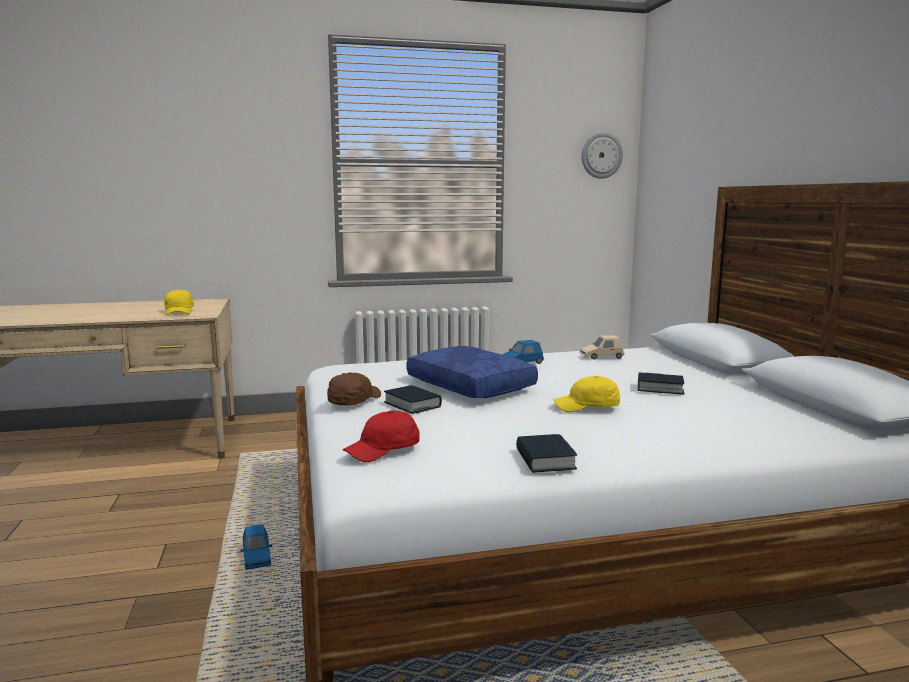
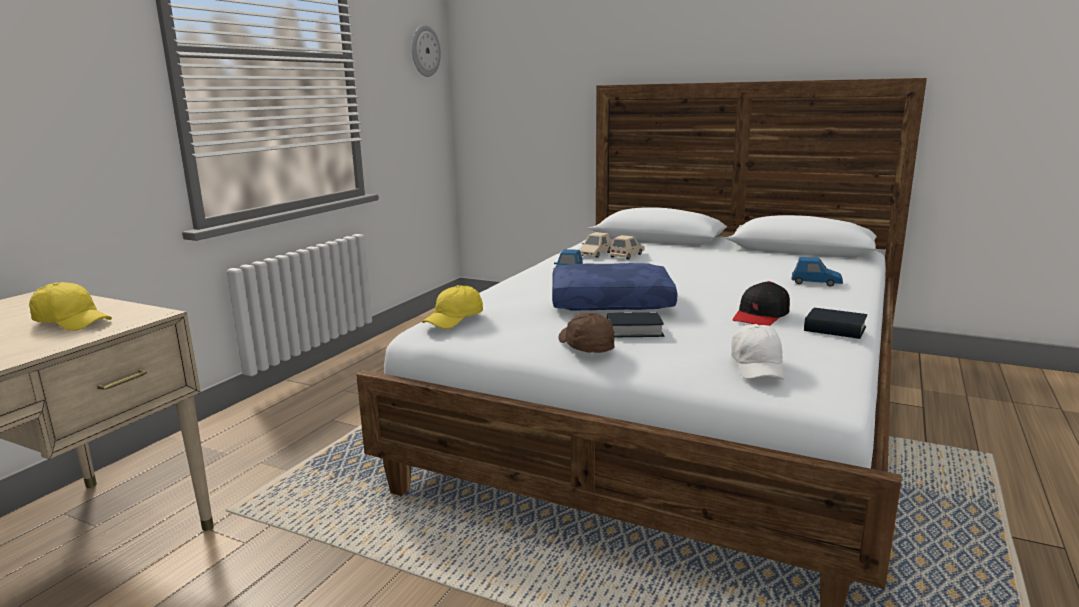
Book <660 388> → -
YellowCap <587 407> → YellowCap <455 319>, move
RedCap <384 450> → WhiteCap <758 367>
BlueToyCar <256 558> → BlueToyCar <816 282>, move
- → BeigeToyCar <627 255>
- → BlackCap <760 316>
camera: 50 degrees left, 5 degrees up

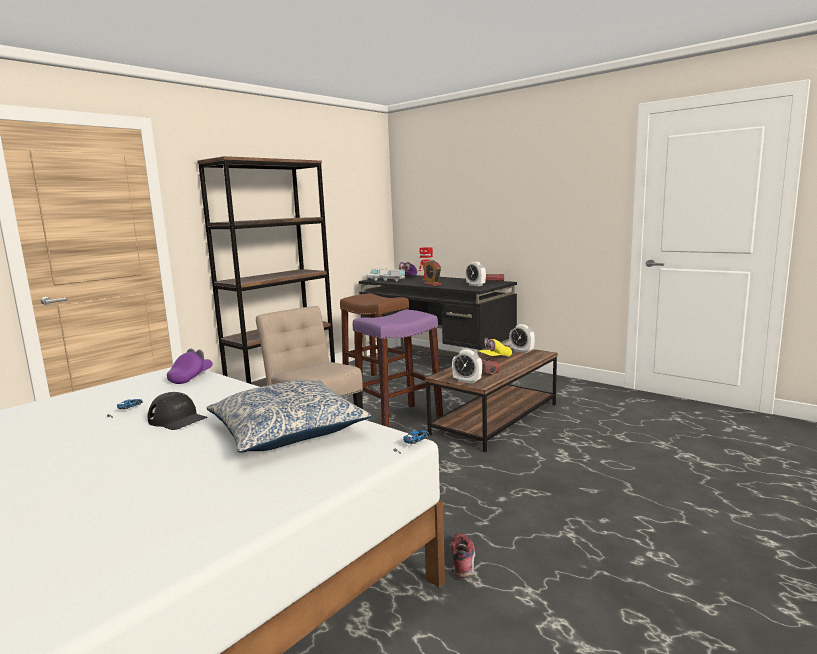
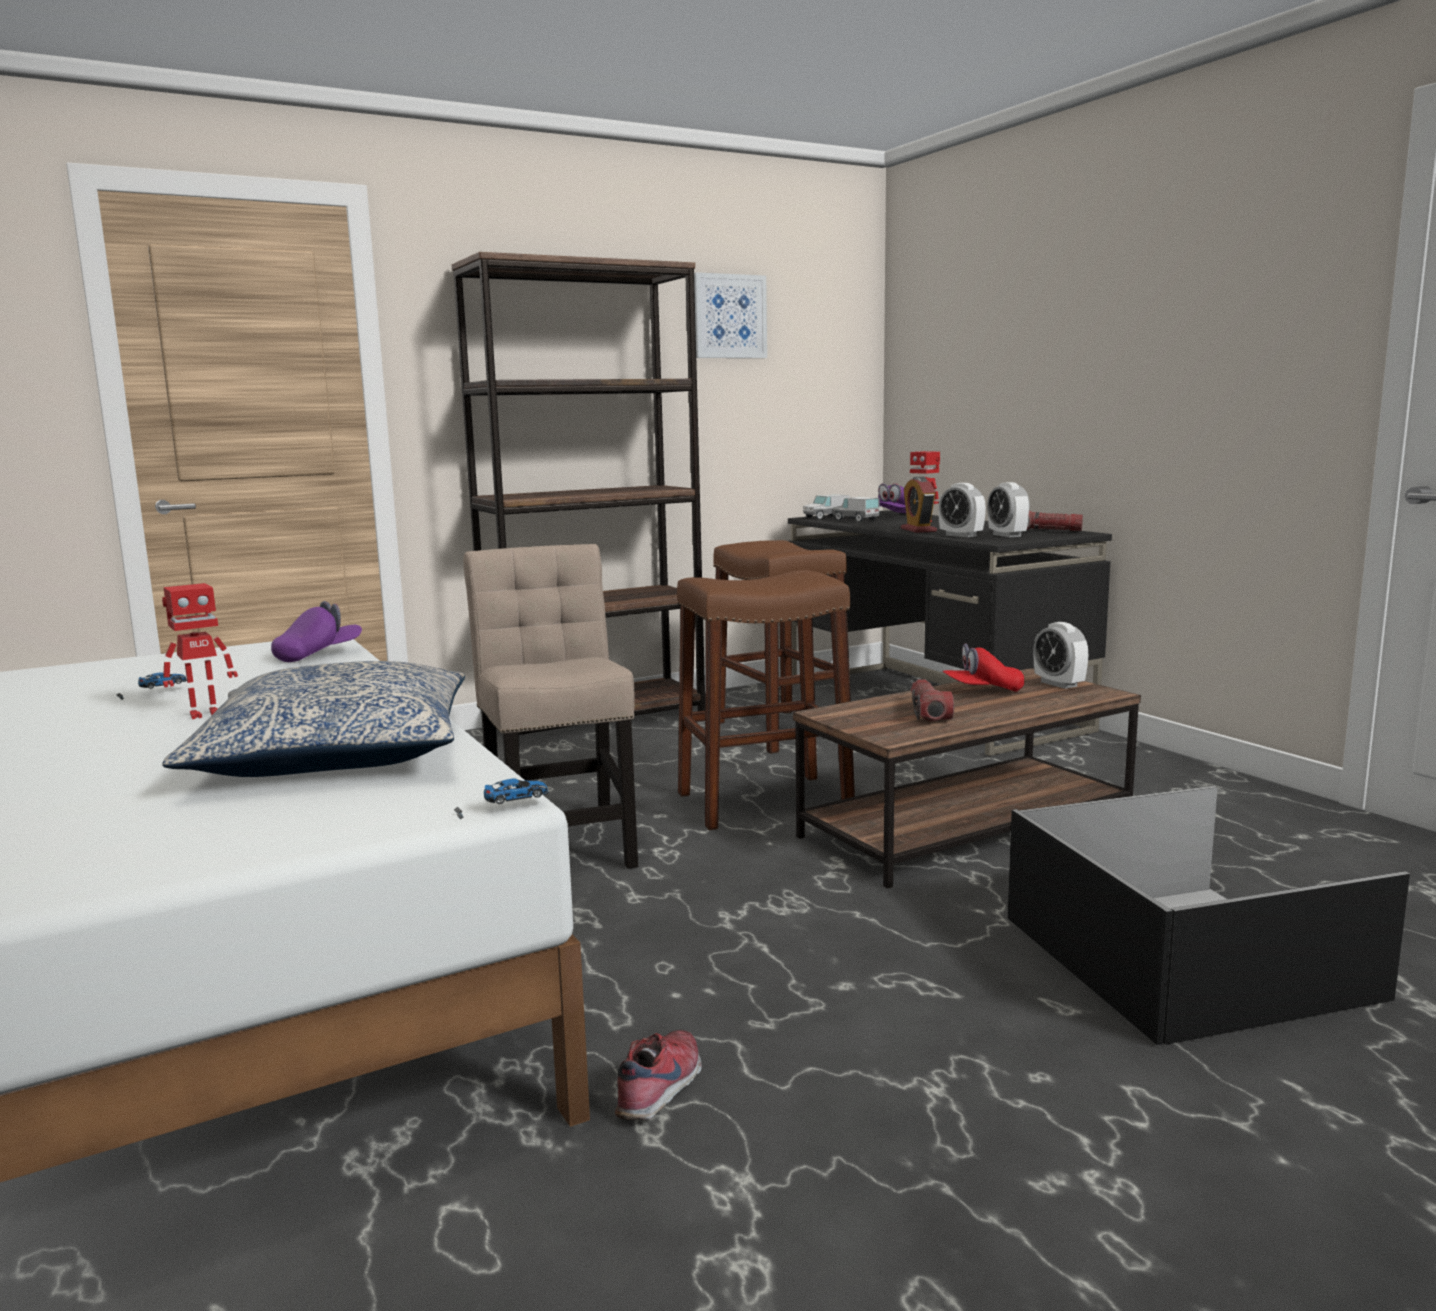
PurpleStool <399 420> → BrownStool <764 801>
YellowCap <495 358> → RedCap <982 691>
AlarmClock <467 381> → AlarmClock <961 535>, move
BlackCap <178 419> → ToyRobot <204 714>
- → Picture <729 316>
- → BlackStorageBox <1188 959>
camera: 20 degrees right, 0 degrees up

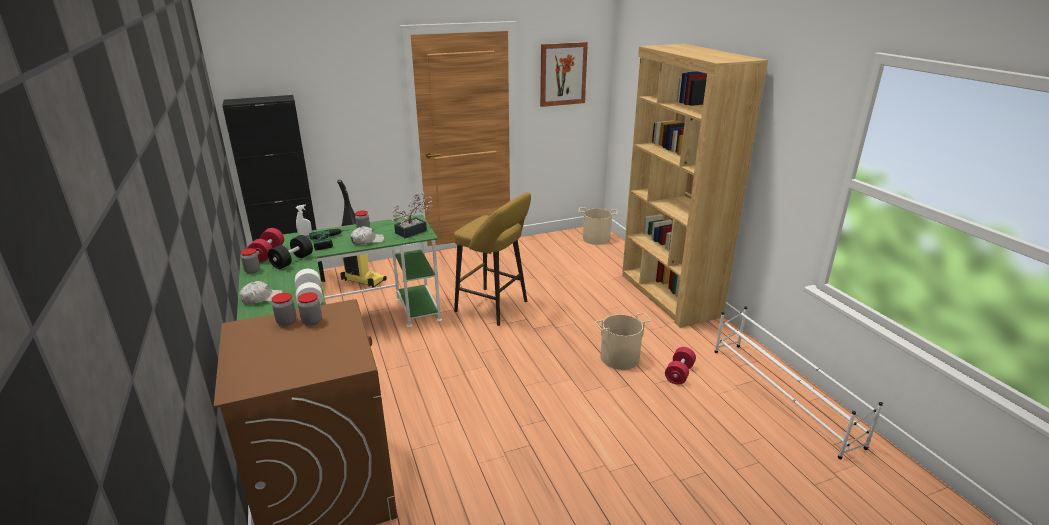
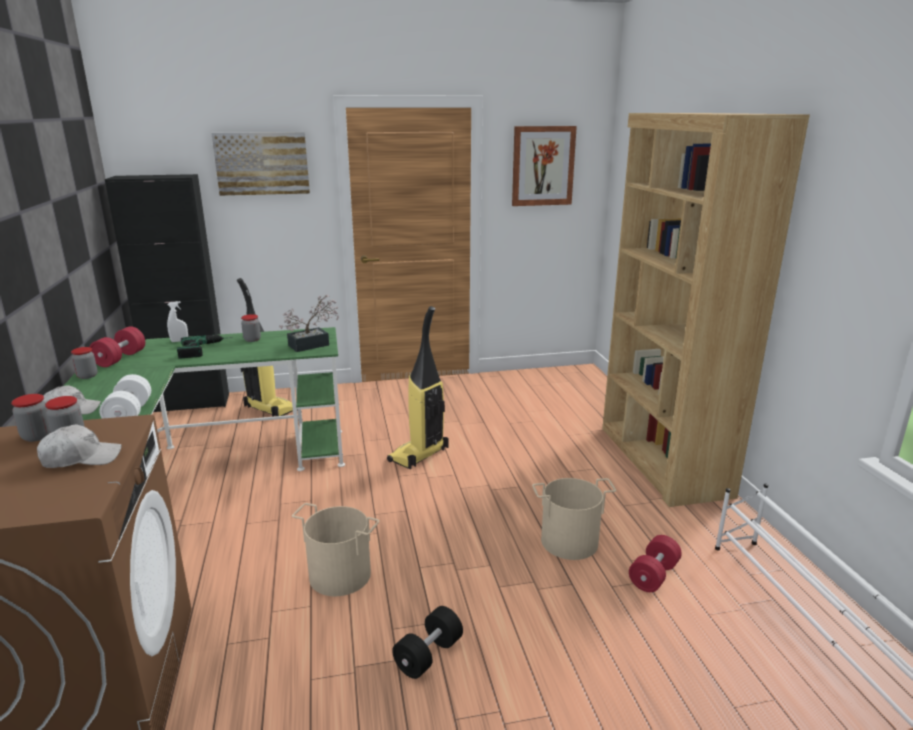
YellowStool <495 307> → VacuumCleaner <419 455>
BeigeBucket <596 238> → BeigeBucket <340 574>, move
WhiteCap <367 241> → WhiteCap <81 458>, move
BlackDumbbell <292 261> → BlackDumbbell <428 655>, move
- → Picture <262 163>
camera: 10 degrees right, 5 degrees down

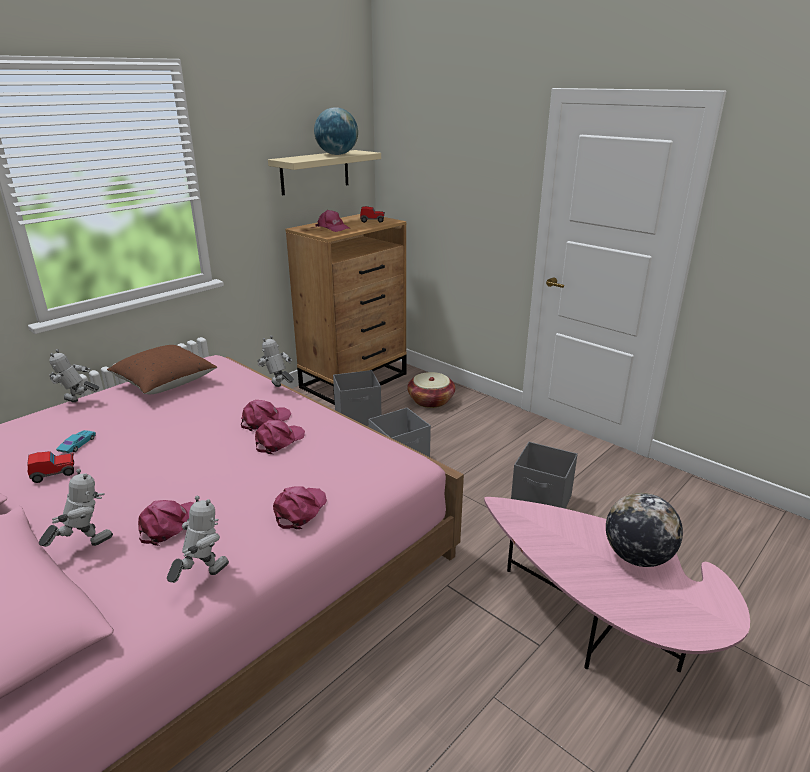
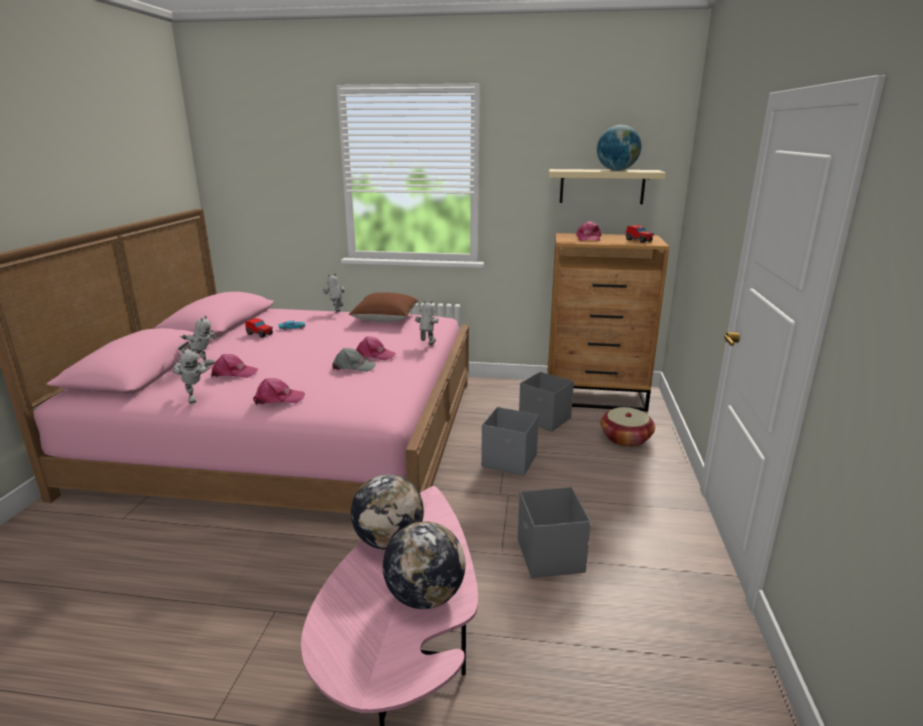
PinkCap <279 441> → GreyCap <353 367>
ToyRobot <202 576> → ToyRobot <194 397>, 60 degrees clockwise
- → Globe <389 541>
camera: 55 degrees right, 5 degrees down

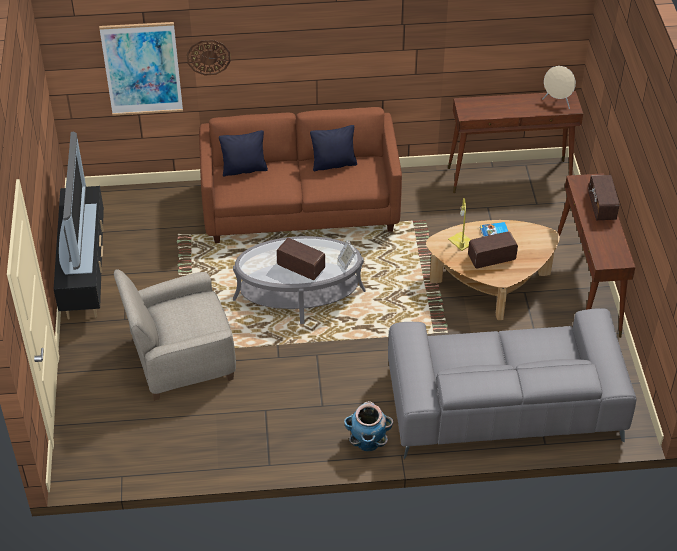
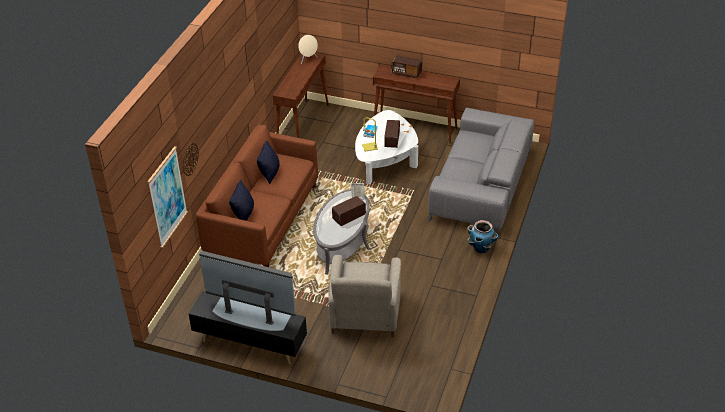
BrownCoffeeTable <491 282> → WhiteCoffeeTable <385 160>
camera: 65 degrees left, 5 degrees down

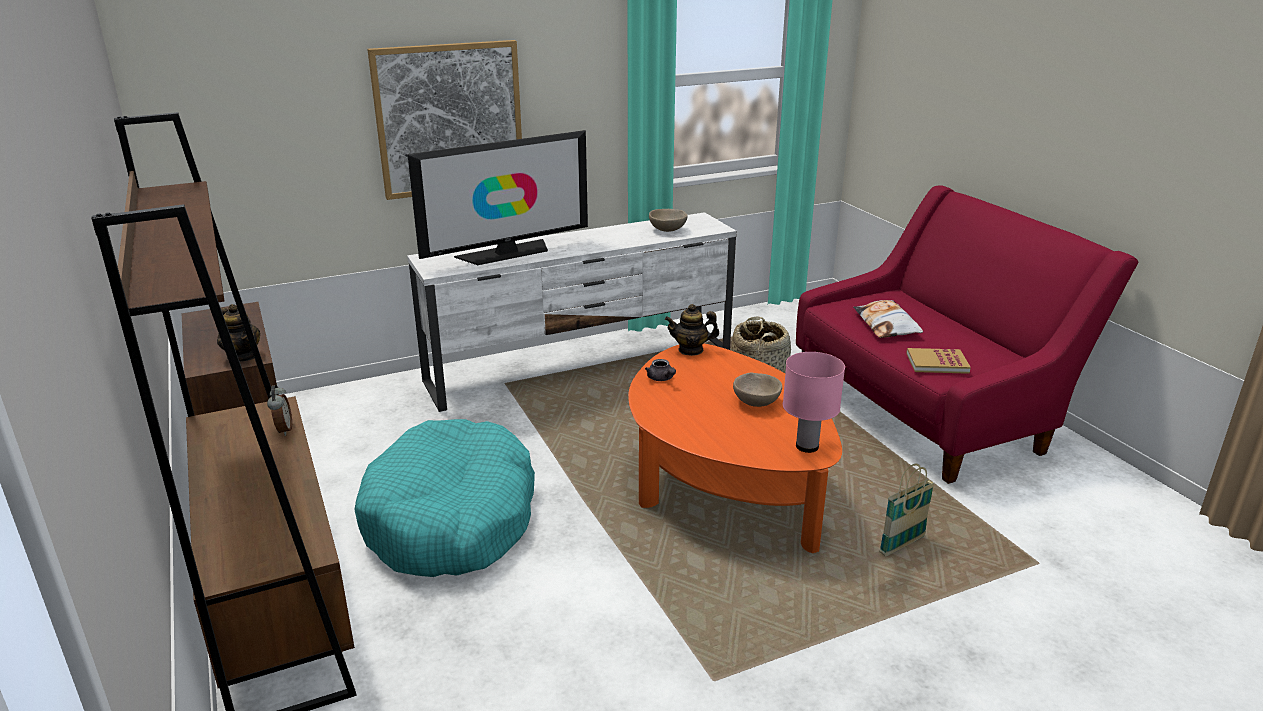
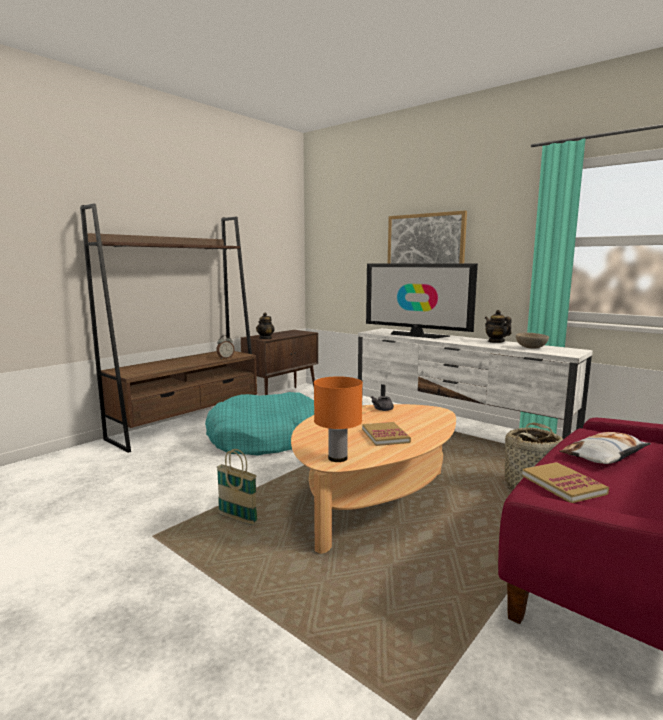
Teapot <691 350> → Teapot <496 341>, move
OrangeCoffeeTable <723 483> → BeigeCoffeeTable <373 499>
PinkTableLamp <807 446> → OrangeTableLamp <337 458>
BeigeBowl <756 402> → Book <385 436>
Basket <902 545> → Basket <237 518>, move
camera: 65 degrees right, 15 degrees down

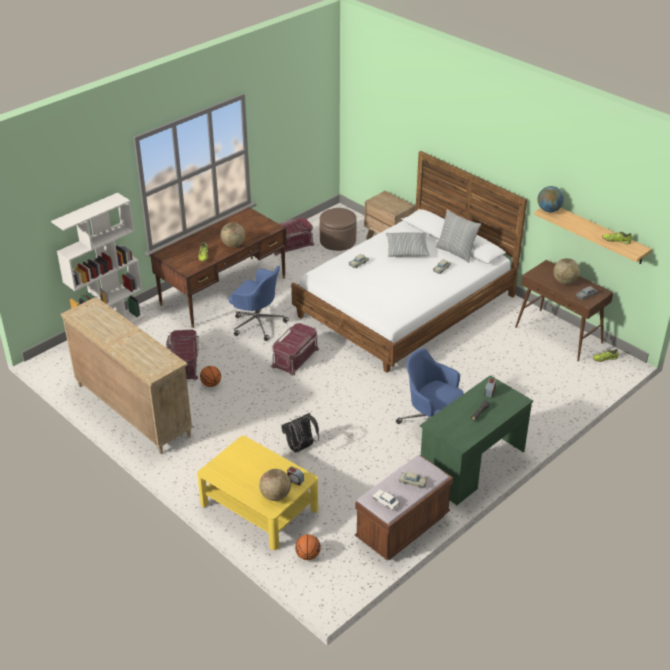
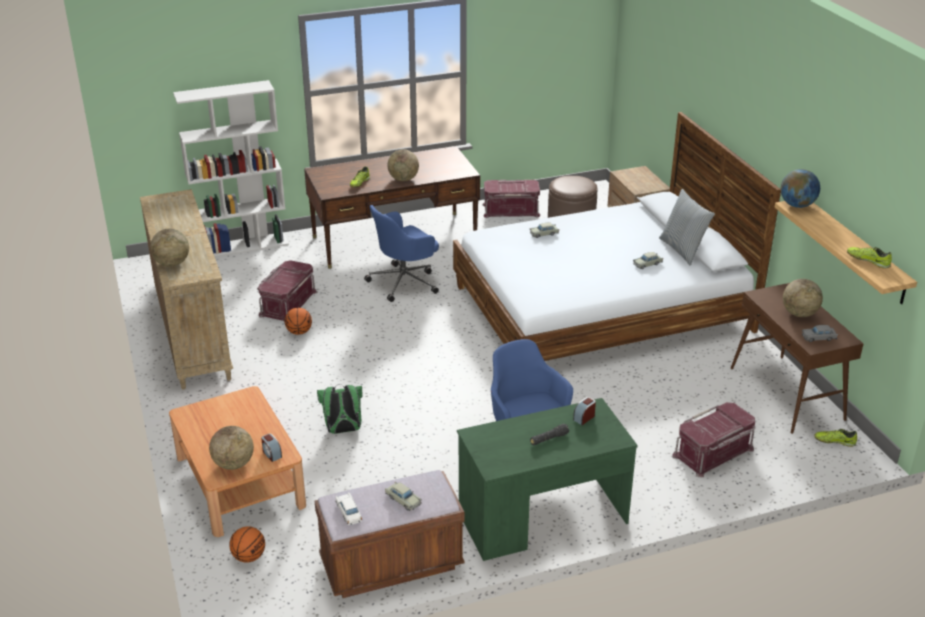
Pillow <407 250> → -
BlueOfficeChair <257 323> → BlueOfficeChair <404 282>, 90 degrees clockwise
RedStorageBox <295 358> → RedStorageBox <713 453>, move
BlackBackpack <300 448> → GreenBackpack <343 430>
YellowCoffeeTable <259 506> → BrownCoffeeTable <240 481>
- → Globe <172 263>
camera: 25 degrees right, 5 degrees down

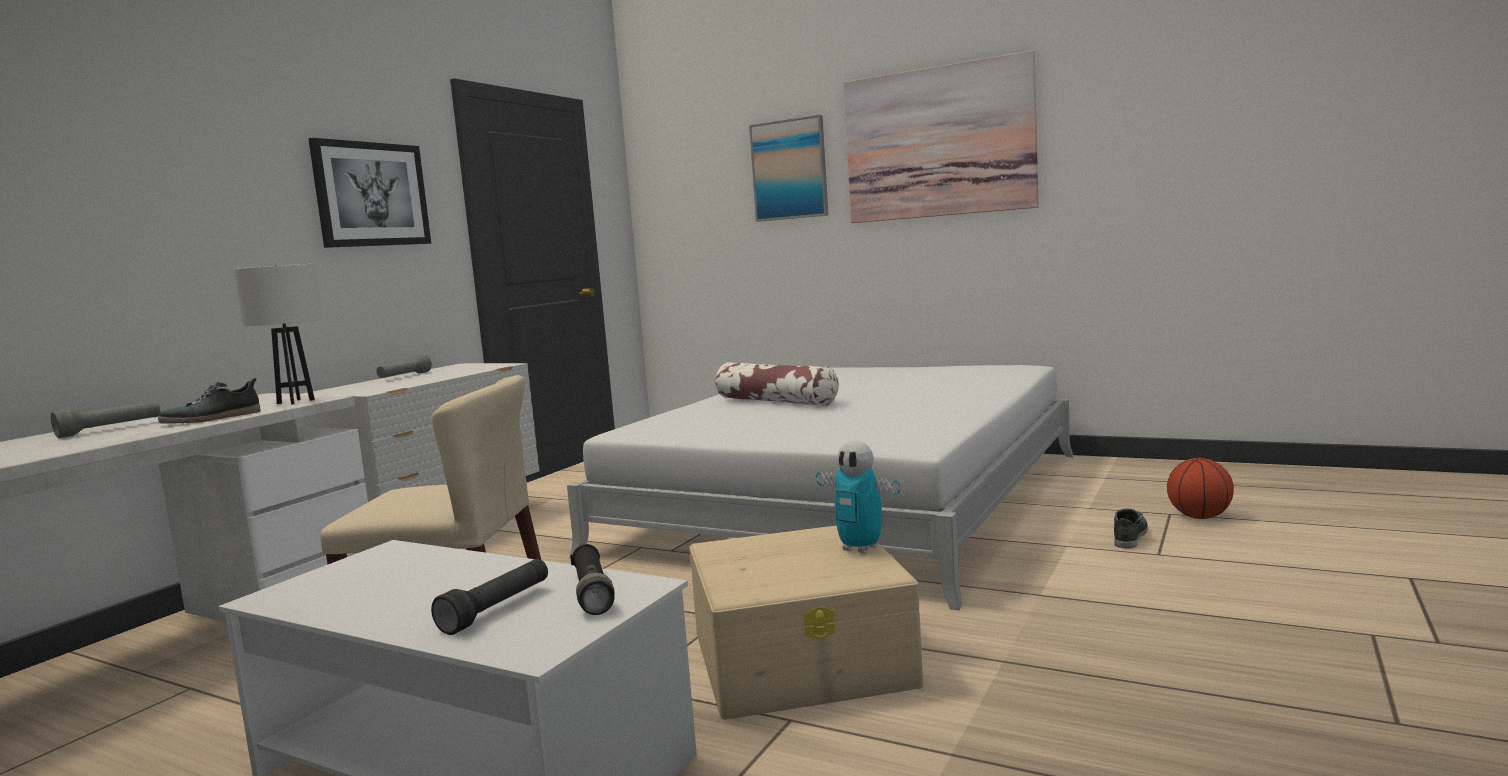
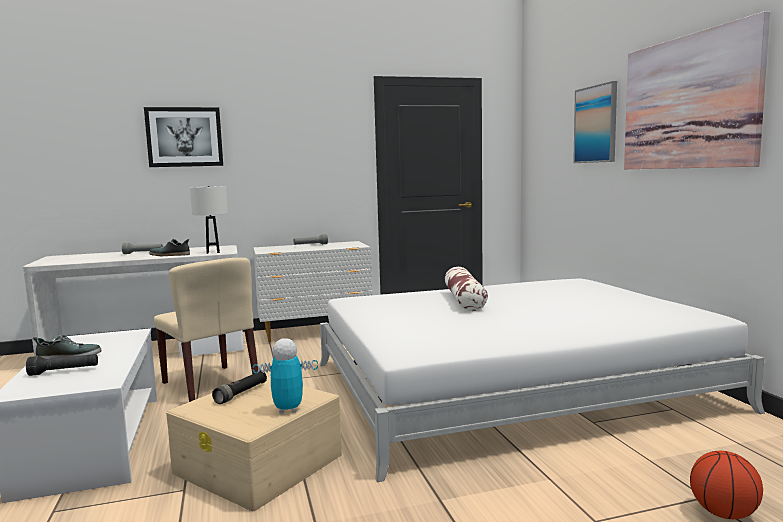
Picture <371 194> → Picture <184 137>, move
ToyRobot <860 548> → ToyRobot <288 410>, 90 degrees clockwise
Shoe <1129 536> → Shoe <69 356>, move
BlackFlashlight <592 593> → BlackFlashlight <241 394>, move
camera: 45 degrees right, 0 degrees up

